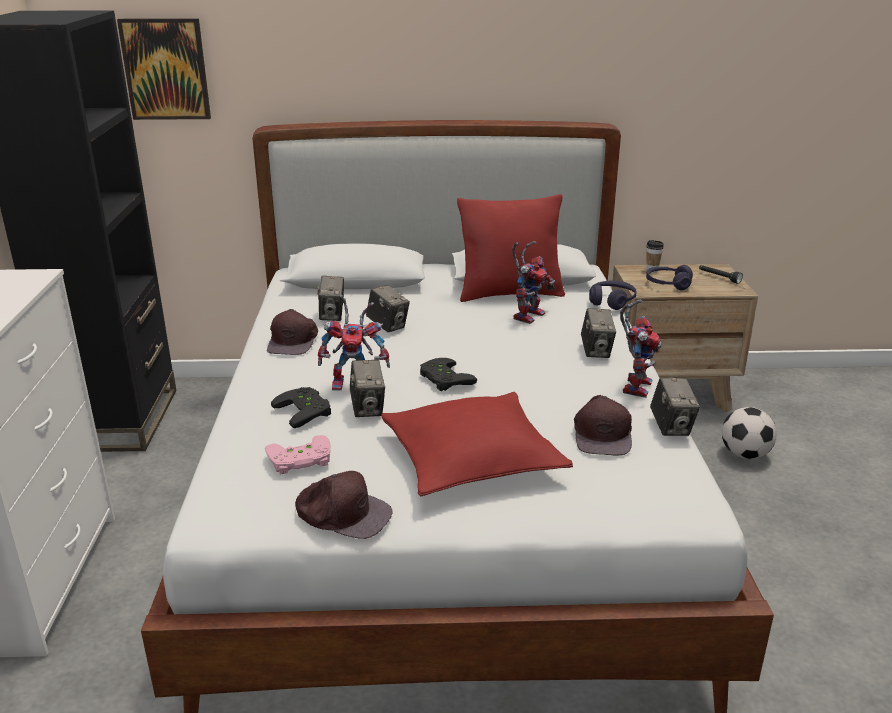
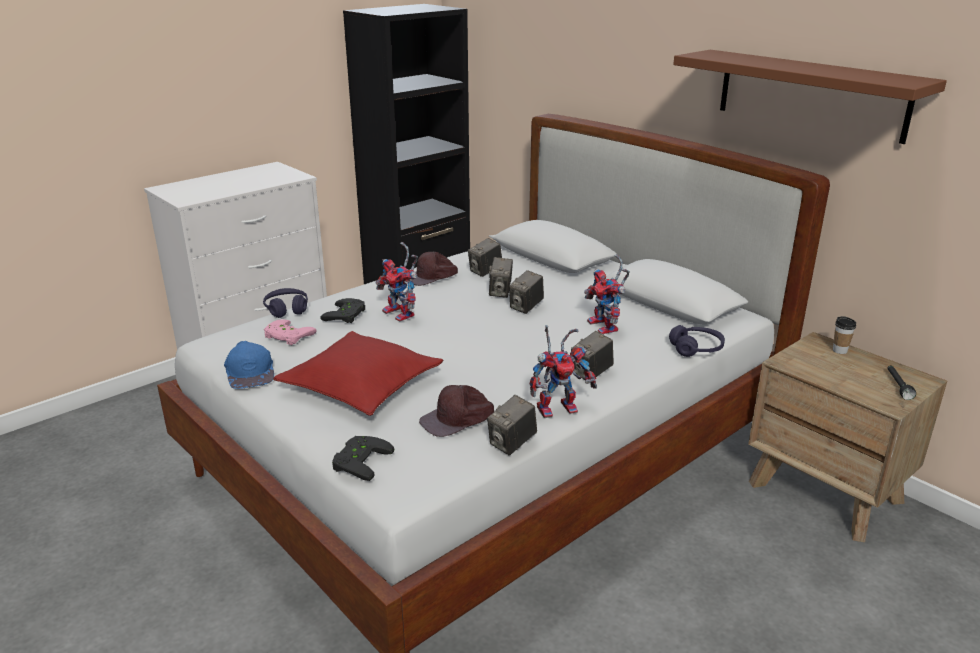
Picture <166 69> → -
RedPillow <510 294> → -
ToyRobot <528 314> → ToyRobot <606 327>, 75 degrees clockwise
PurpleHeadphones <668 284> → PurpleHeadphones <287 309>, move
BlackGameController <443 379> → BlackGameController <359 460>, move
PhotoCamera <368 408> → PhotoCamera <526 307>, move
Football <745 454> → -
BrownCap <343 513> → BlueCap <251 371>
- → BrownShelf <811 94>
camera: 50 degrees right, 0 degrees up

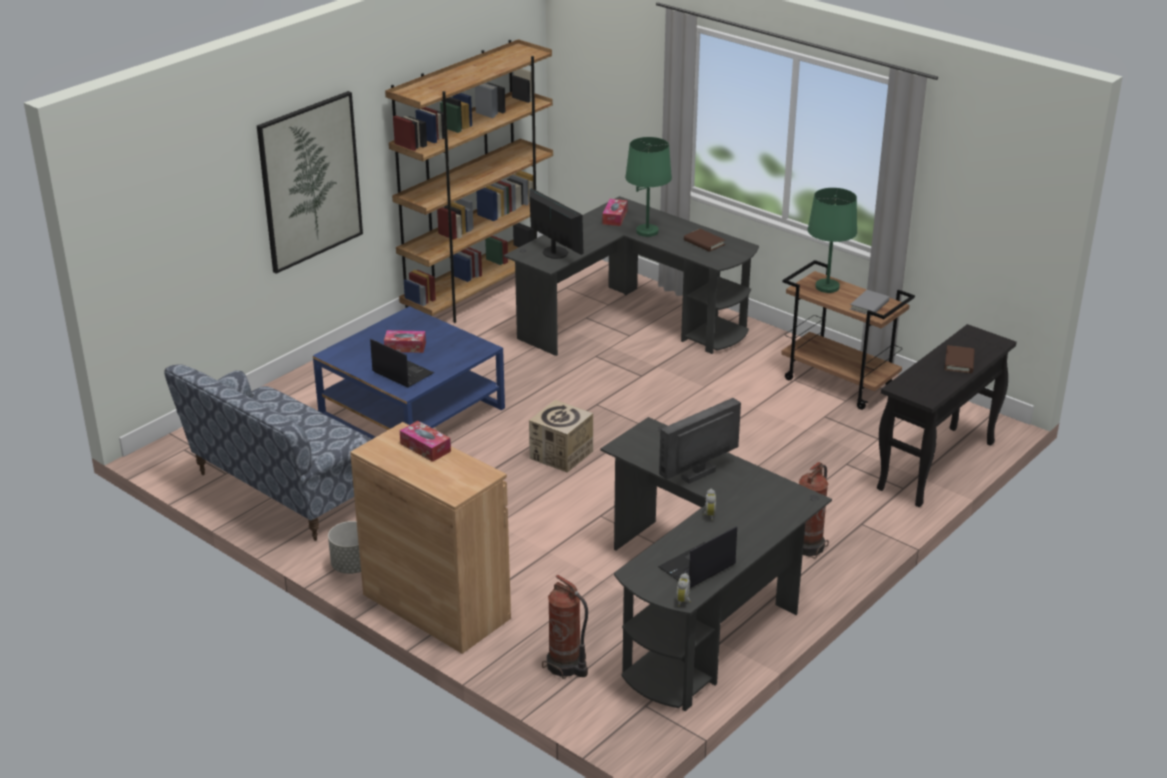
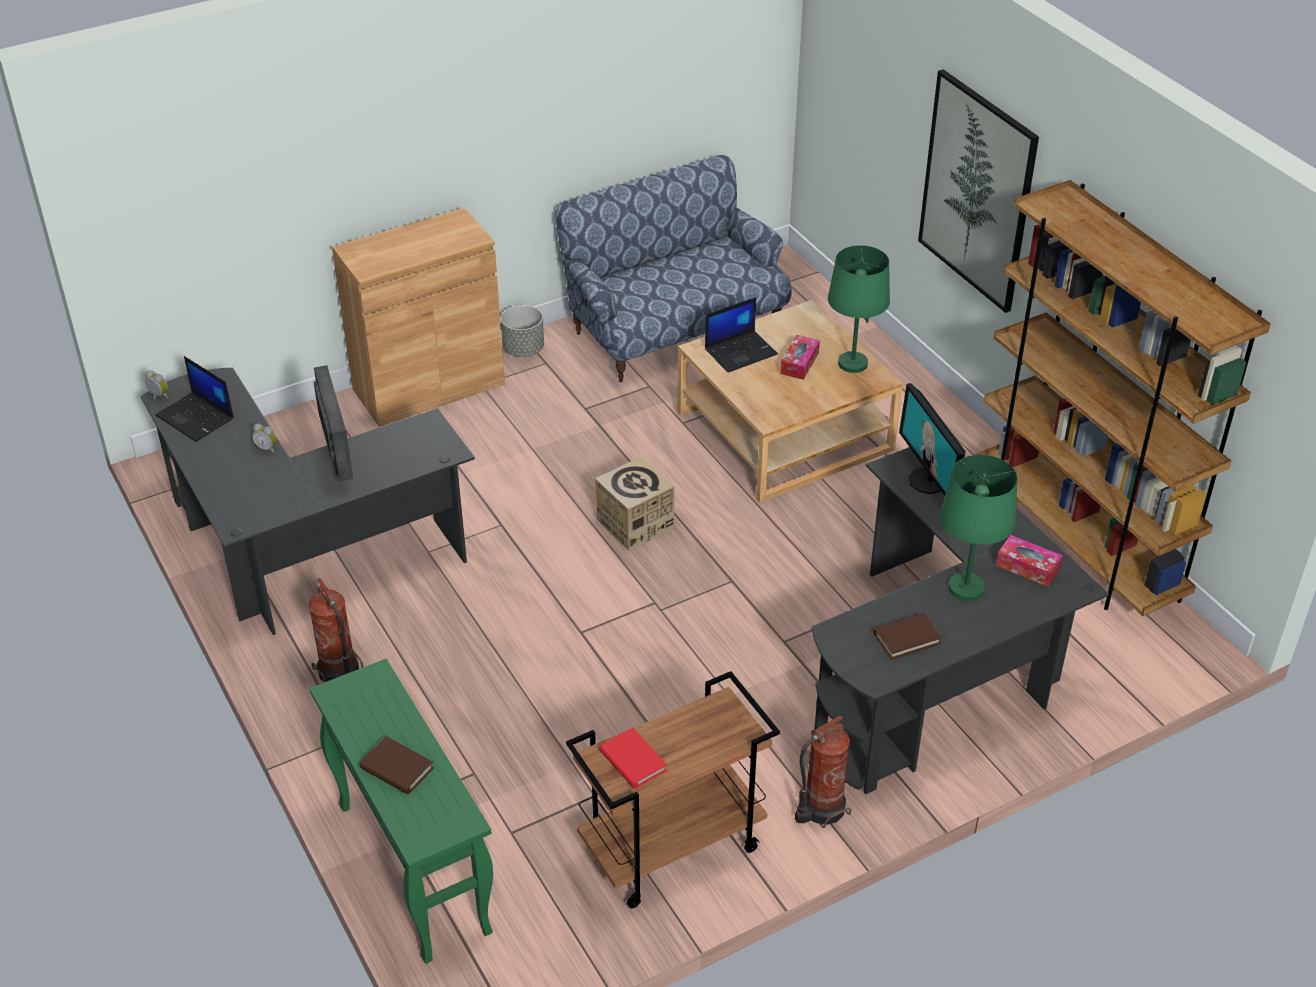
Monitor <554 253> → Monitor <927 481>, 90 degrees clockwise
GreenTableLamp <827 287> → GreenTableLamp <852 364>, move
GreyBook <869 305> → RedBook <633 761>
BlueCoffeeTable <412 412> → BeigeCoffeeTable <784 431>
BlackConsoleTable <936 467> → GreenConsoleTable <412 867>
TissueBox <425 447> → -
Laptop <697 567> → Laptop <196 417>, 150 degrees clockwise
FireExtinguisher <566 666> → FireExtinguisher <820 808>, move
camera: 110 degrees right, 10 degrees up

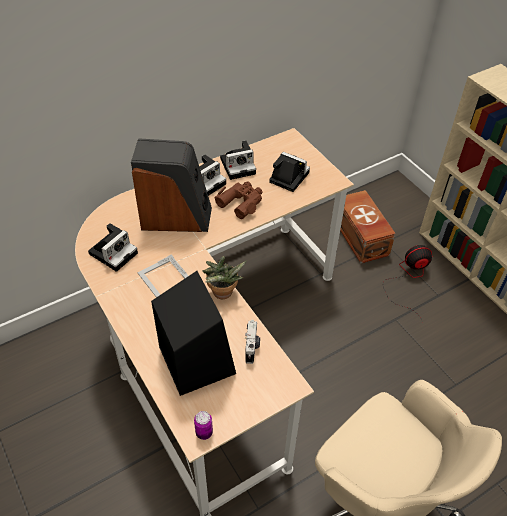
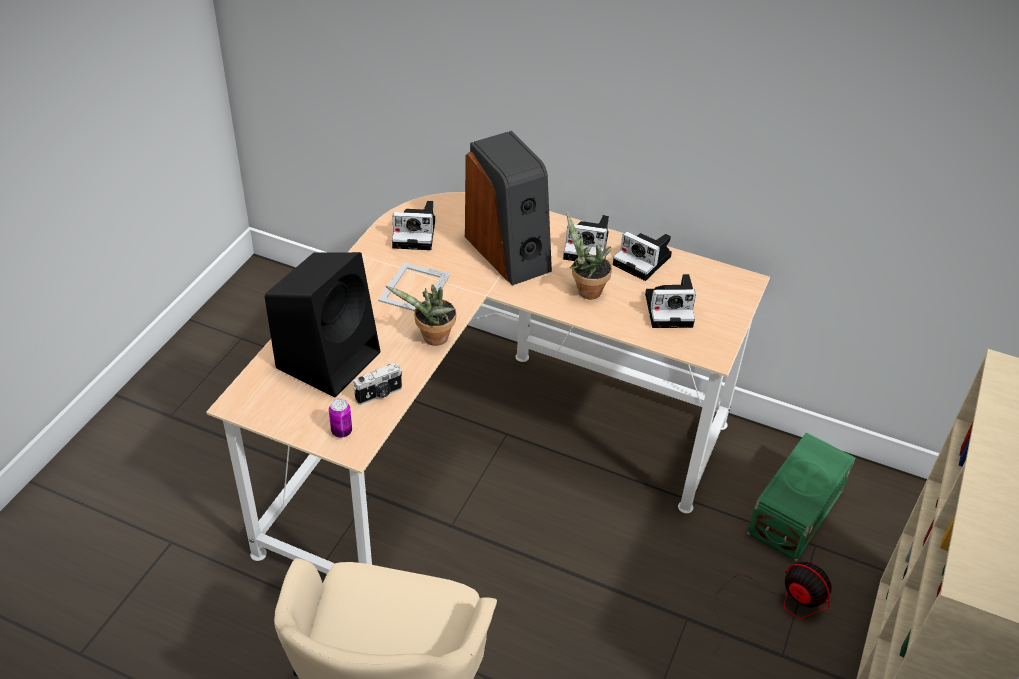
PhotoCamera <287 177> → PhotoCamera <671 309>, 90 degrees clockwise
BrownBinoculars <241 202> → PottedPlant <585 290>
BrownStorageBox <360 238> → GreenStorageBox <793 512>
Can <204 432> → Can <341 431>, move
camera: 55 degrees right, 5 degrees down

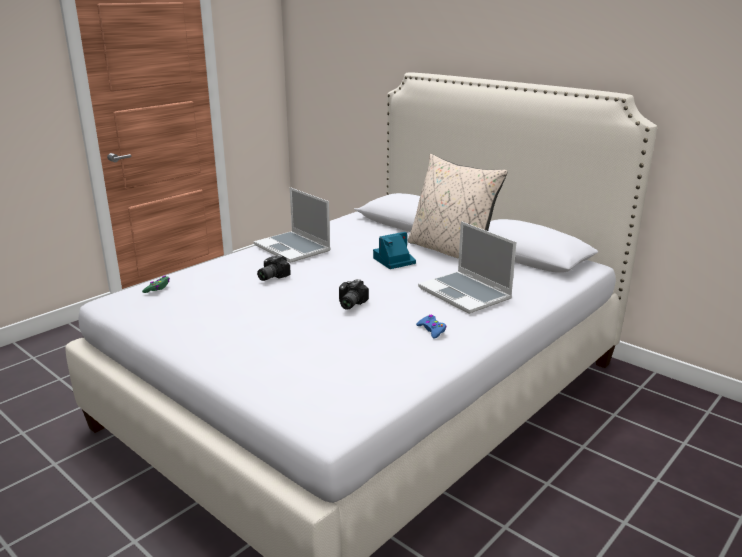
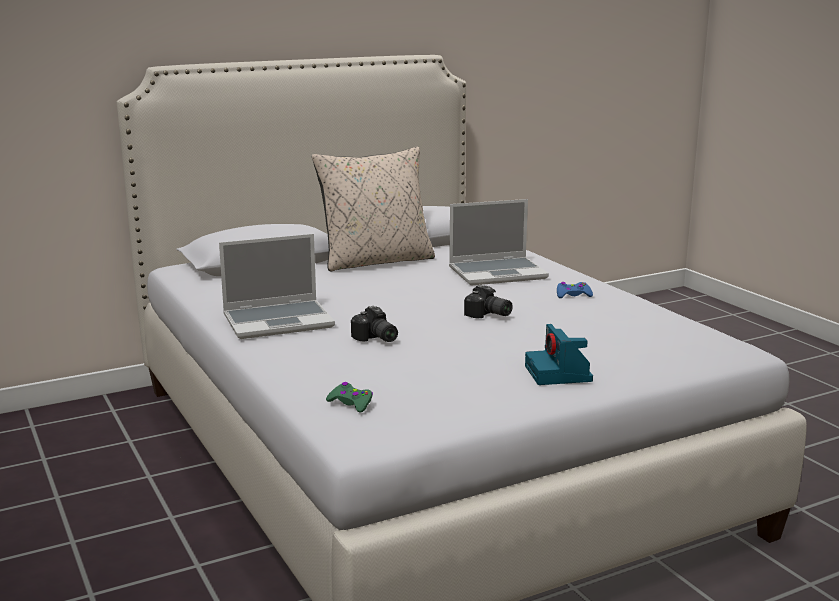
PhotoCamera <393 261> → PhotoCamera <559 374>, move
camera: 70 degrees left, 5 degrees down

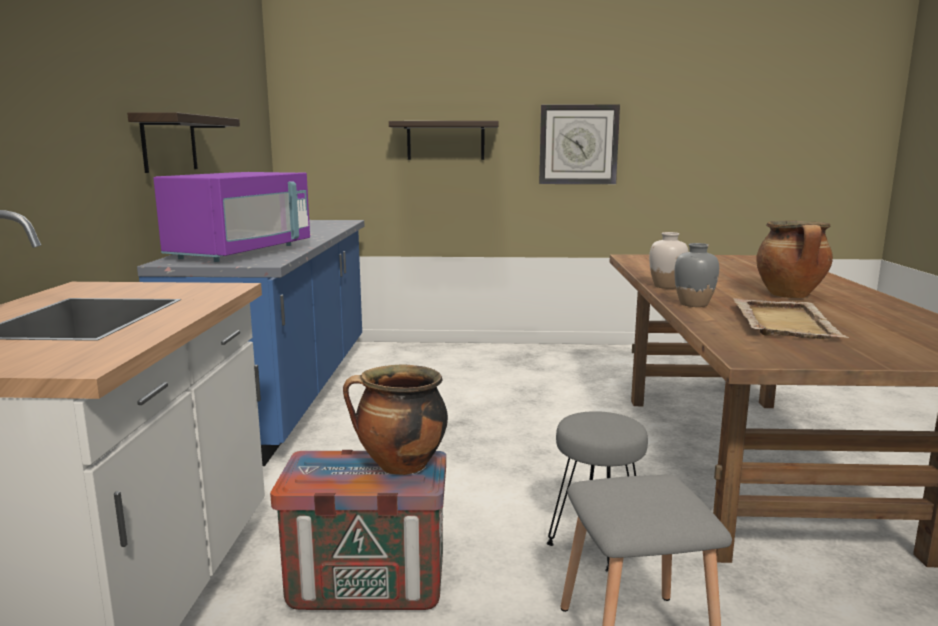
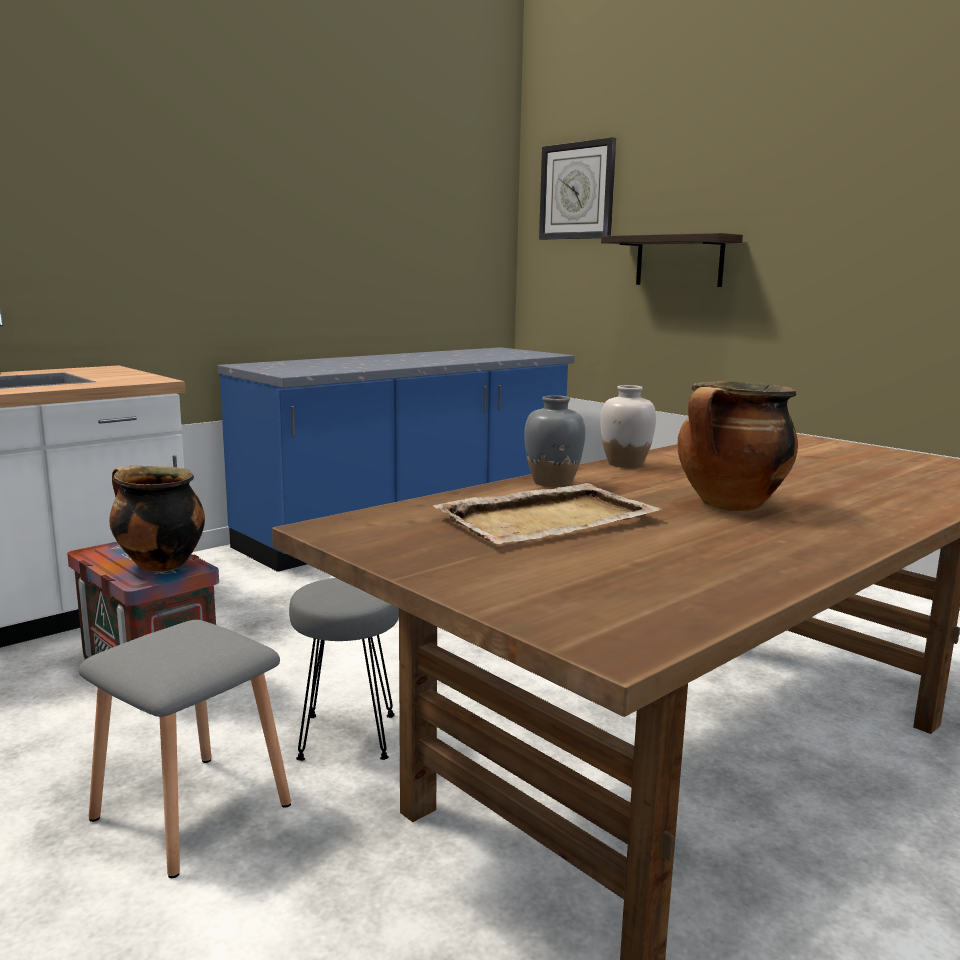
WallClock <578 144> → WallClock <577 191>, move
Shelf <169 143> → -
PurpleMicrowave <242 252> → -
camera: 45 degrees right, 0 degrees up

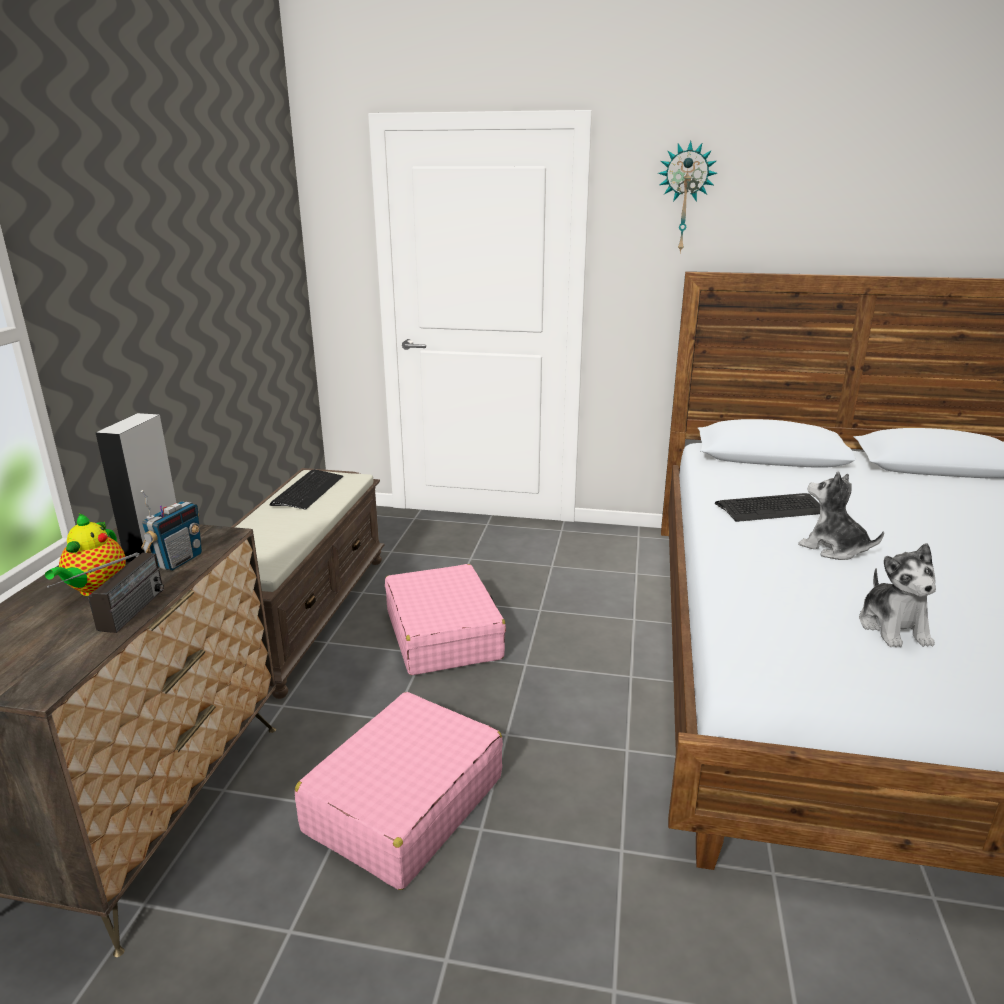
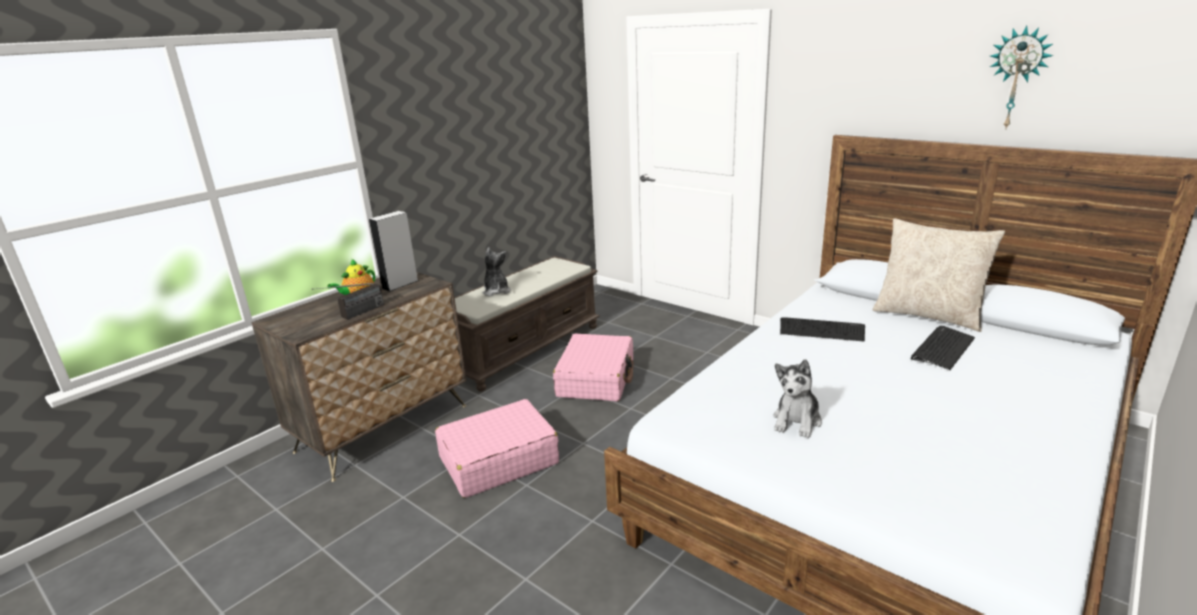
WallClock <685 198> → WallClock <1016 78>, move
Keyboard <307 491> → Keyboard <942 348>, move
PlushToy <833 549> → PlushToy <496 291>, move
Radio <178 560> → -
- → BeigePillow <928 315>
camera: 30 degrees right, 0 degrees up

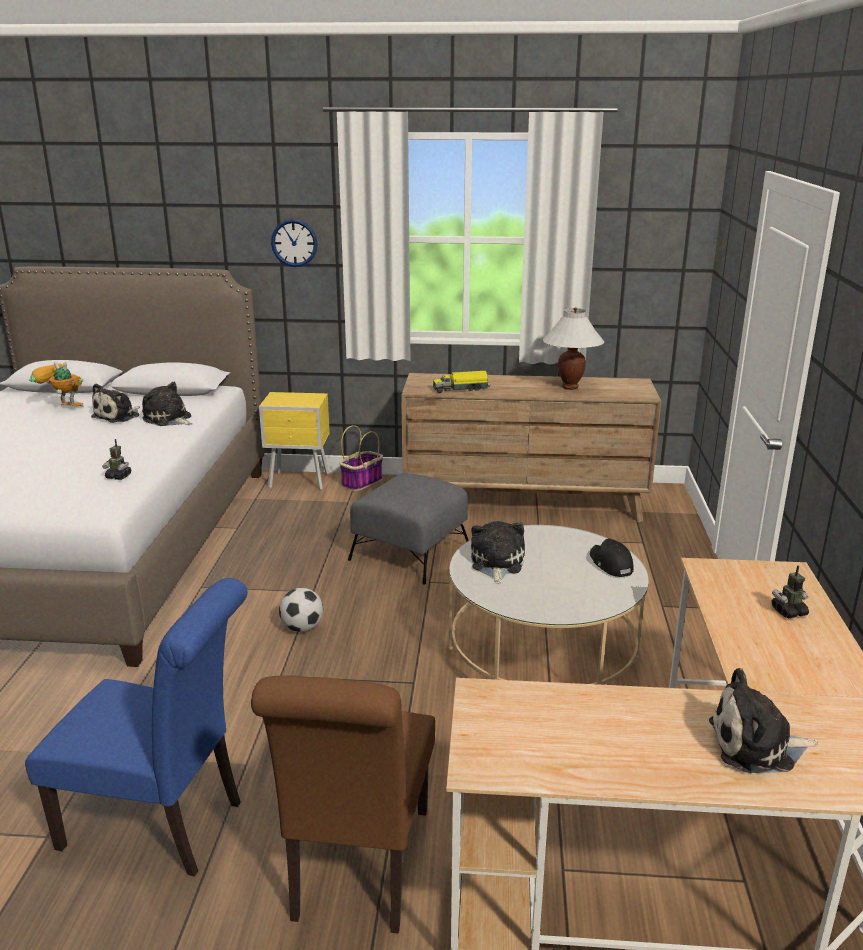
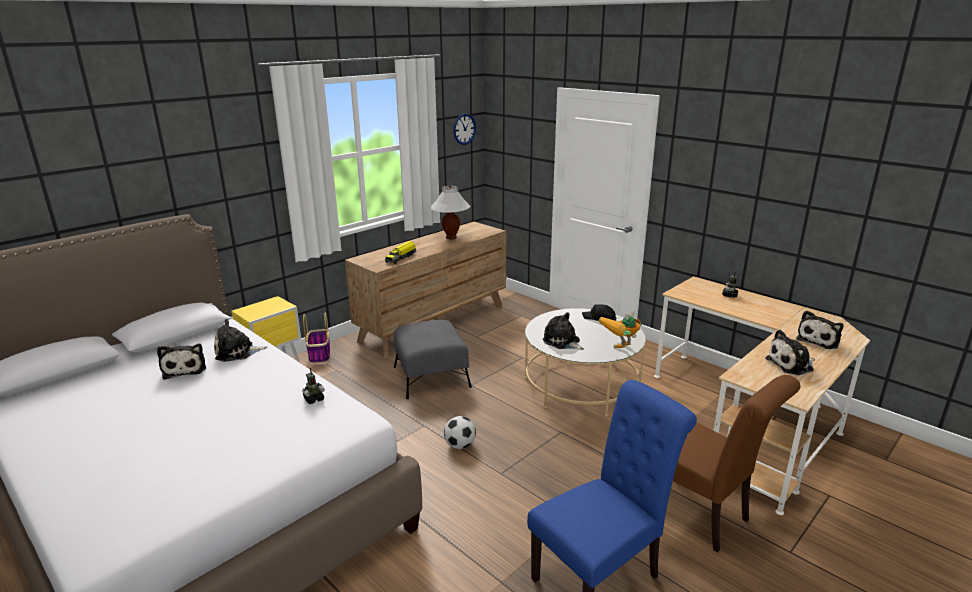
WallClock <294 243> → WallClock <464 129>, move
ToyRobot <62 408> → ToyRobot <620 350>, move
- → PlushToy <792 365>
camera: 50 degrees left, 0 degrees up

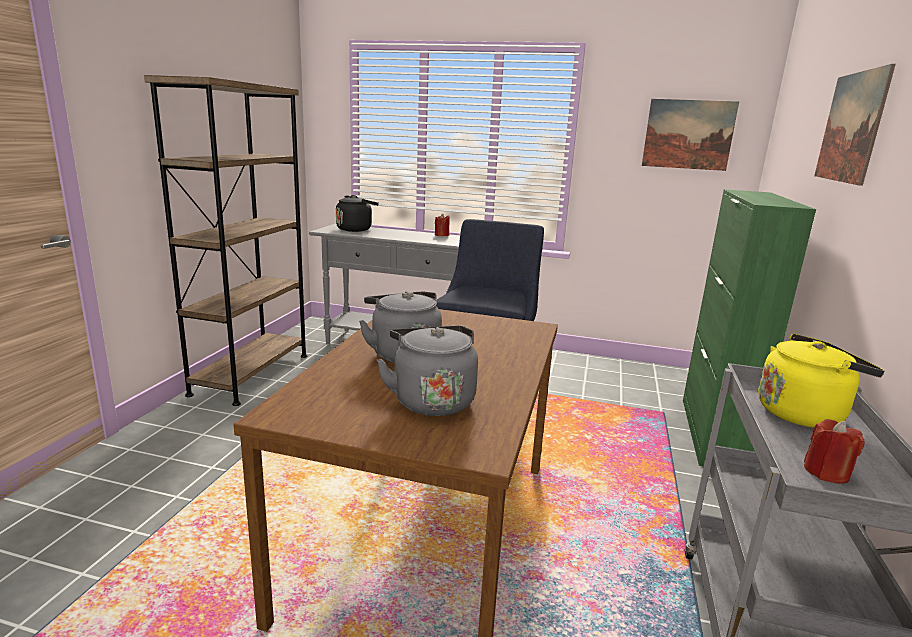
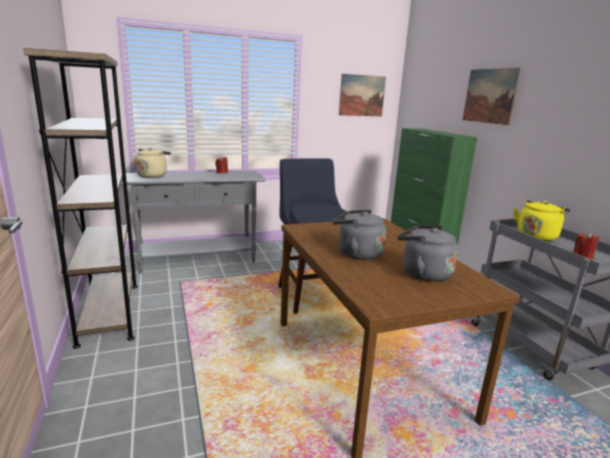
BlackKettle <356 229> → BeigeKettle <152 175>
camera: 35 degrees left, 0 degrees up

